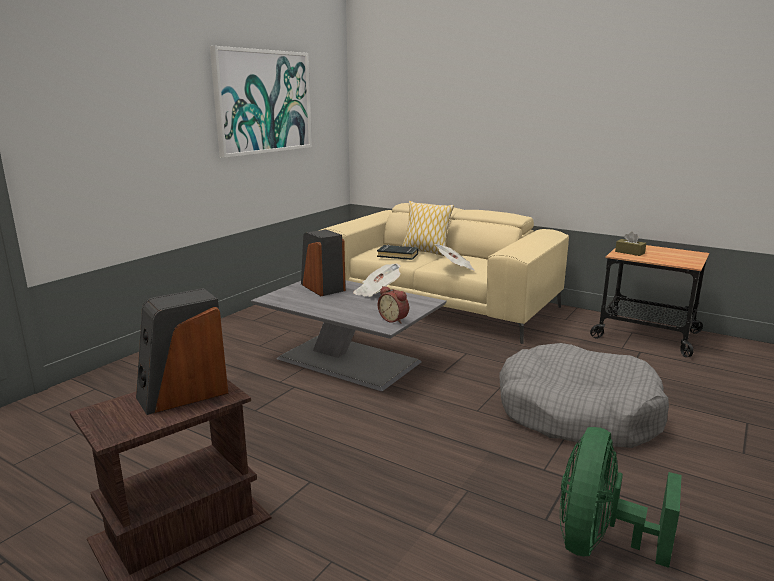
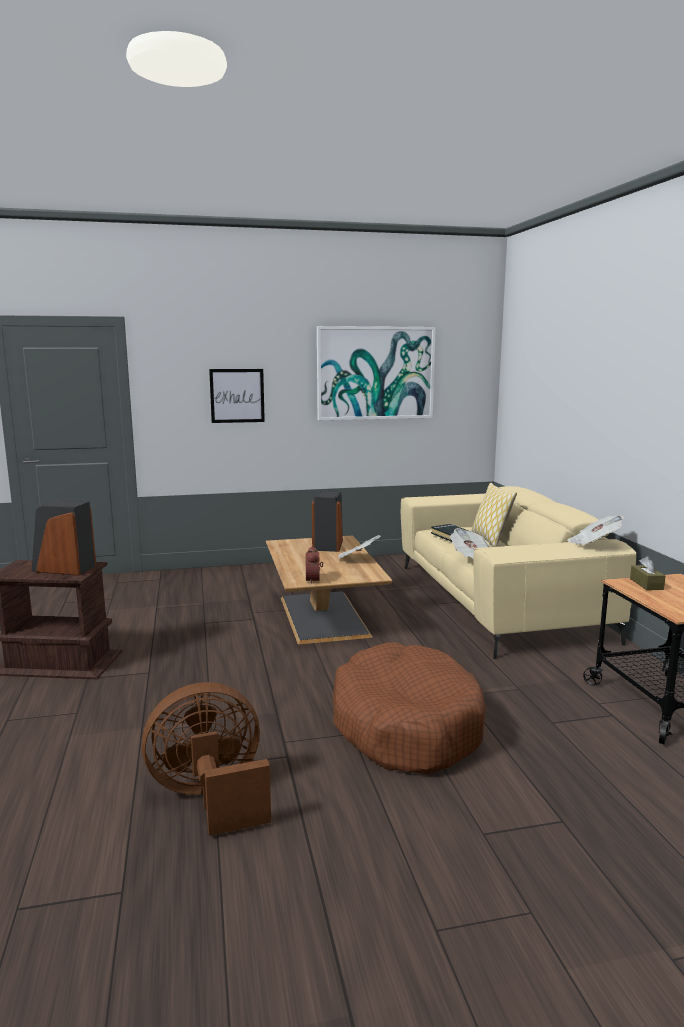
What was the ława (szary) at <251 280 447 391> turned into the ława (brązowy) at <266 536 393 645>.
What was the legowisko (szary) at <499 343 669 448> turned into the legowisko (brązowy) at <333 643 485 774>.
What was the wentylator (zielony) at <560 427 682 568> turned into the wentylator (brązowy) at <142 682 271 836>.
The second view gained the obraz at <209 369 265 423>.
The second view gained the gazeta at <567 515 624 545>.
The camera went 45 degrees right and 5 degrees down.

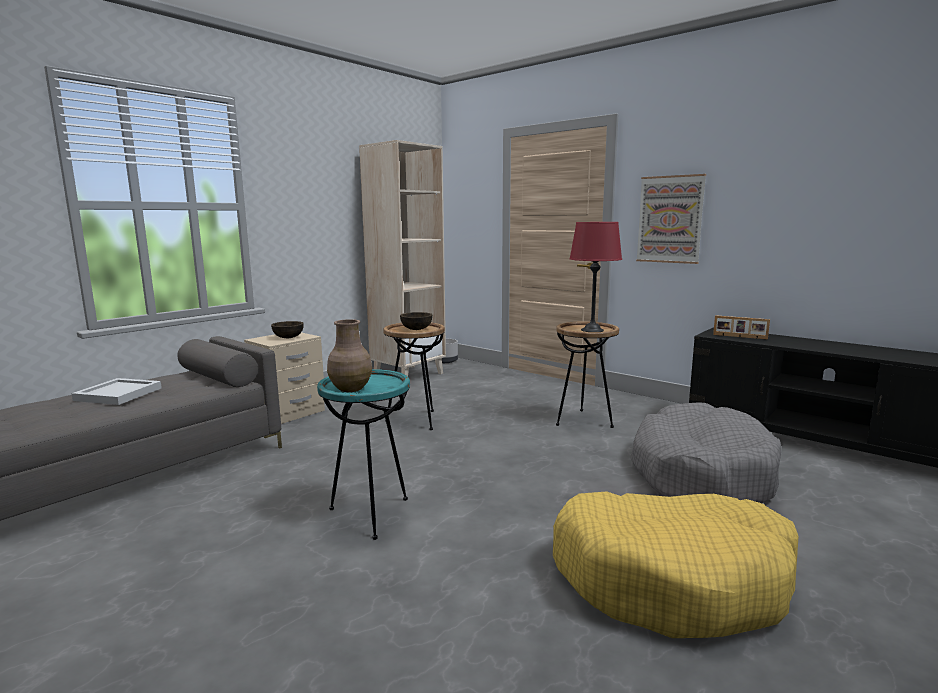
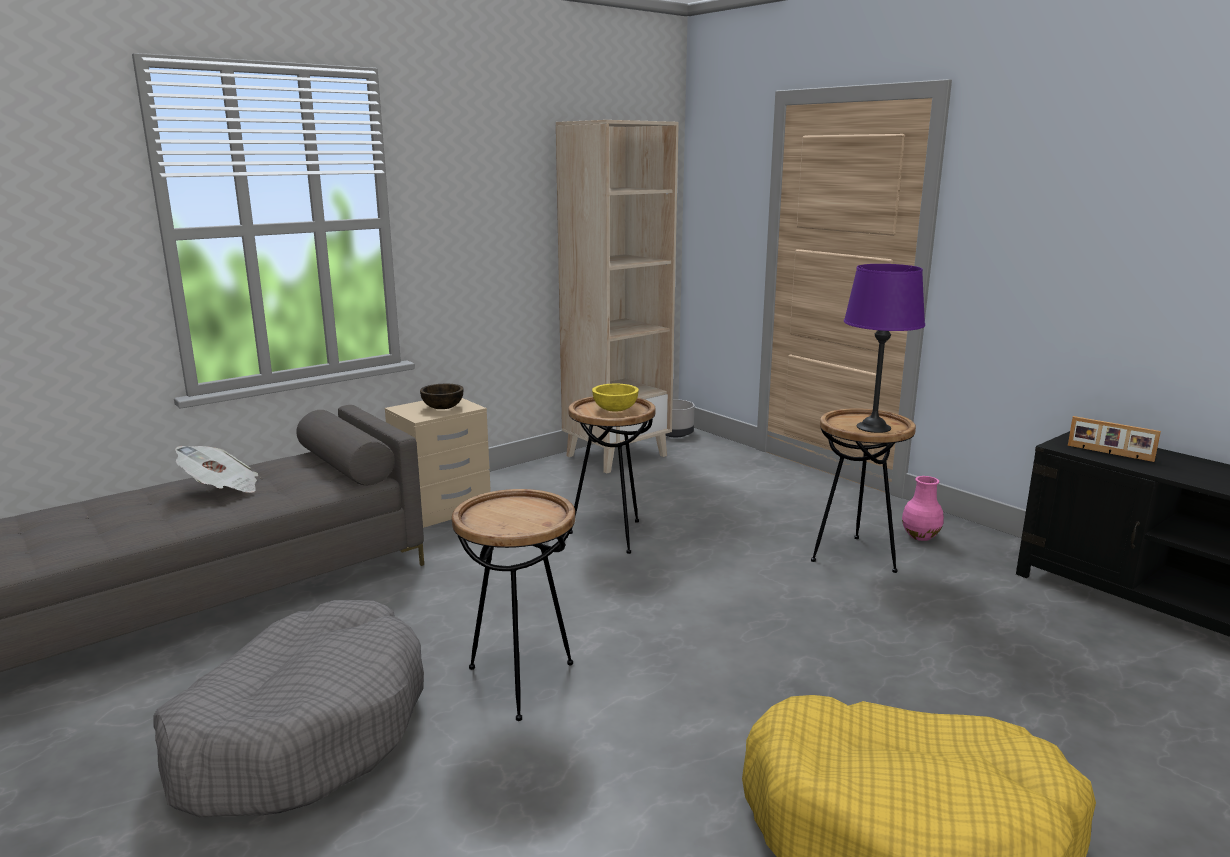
Where the taca (biały) stood at <71 378 162 405>, the gazeta came to stand at <175 446 258 493>.
What was the stolik (turkusowy) at <317 369 410 540> turned into the stolik (brązowy) at <452 489 575 721>.
The second view lost the wazon (brązowy) at <327 319 372 392>.
What was the miska (brązowy) at <400 312 432 330> turned into the miska (żółty) at <592 384 639 411>.
What was the lampa stołowa (czerwony) at <569 222 622 332> turned into the lampa stołowa (fioletowy) at <844 264 925 433>.
The legowisko (szary) ended up elsewhere, having gone from <630 402 781 503> to <153 600 424 818>.
The second view lost the obraz at <636 174 706 264>.
The second view gained the wazon (różowy) at <902 476 944 541>.
The camera went 10 degrees right and 5 degrees up.

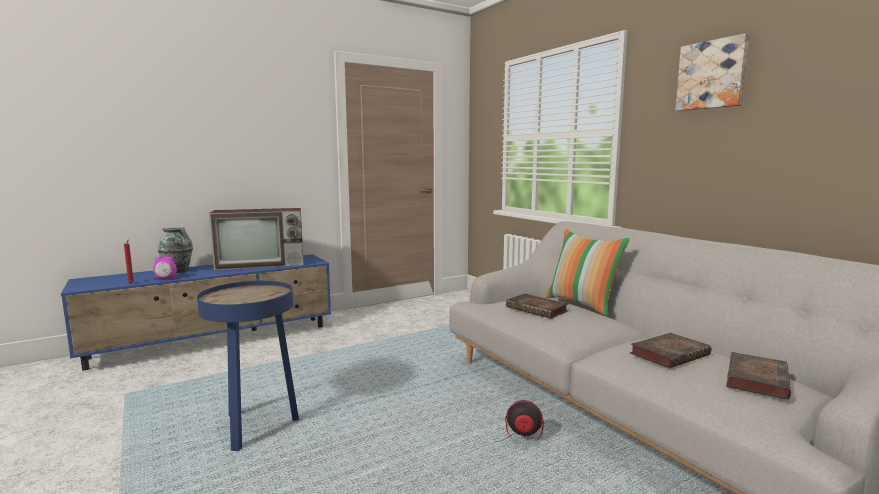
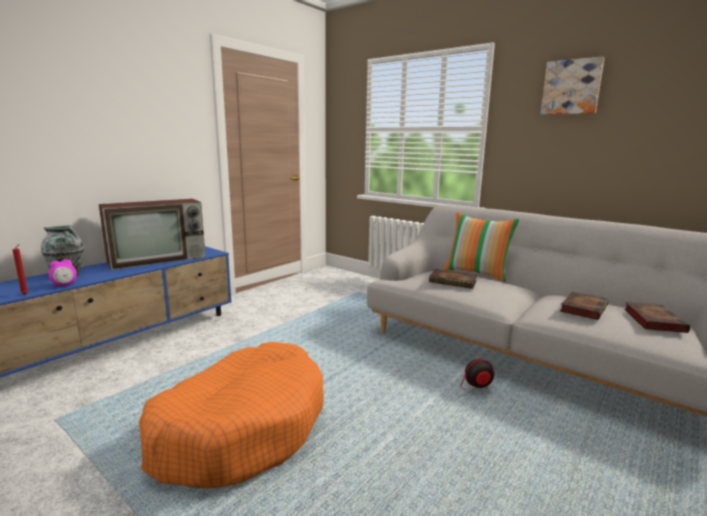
Where the stolik (niebieski) stood at <197 281 299 451>, the legowisko (pomarańczowy) came to stand at <139 342 324 488>.
The camera went 20 degrees left and 5 degrees up.

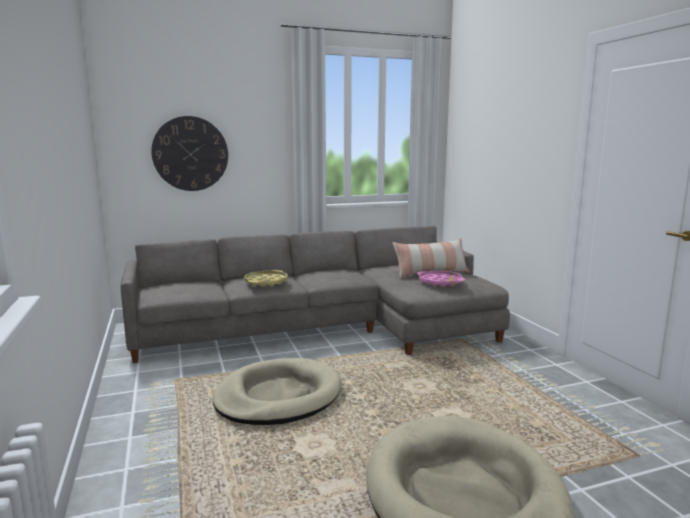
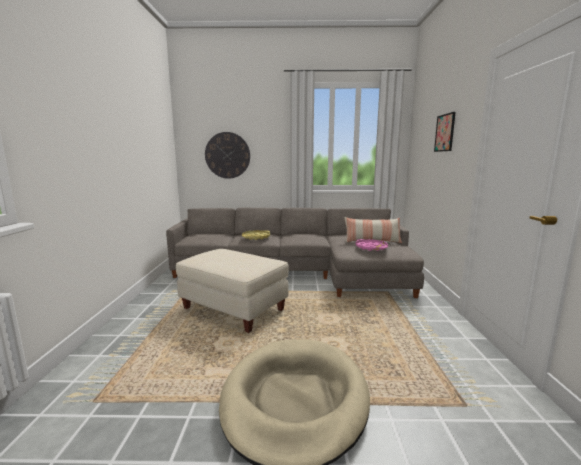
Where the legowisko (beżowy) stood at <212 358 341 425>, the pufa (beżowy) came to stand at <176 249 289 333>.
The second view gained the obraz at <434 112 456 152>.
The camera went 20 degrees right and 0 degrees up.

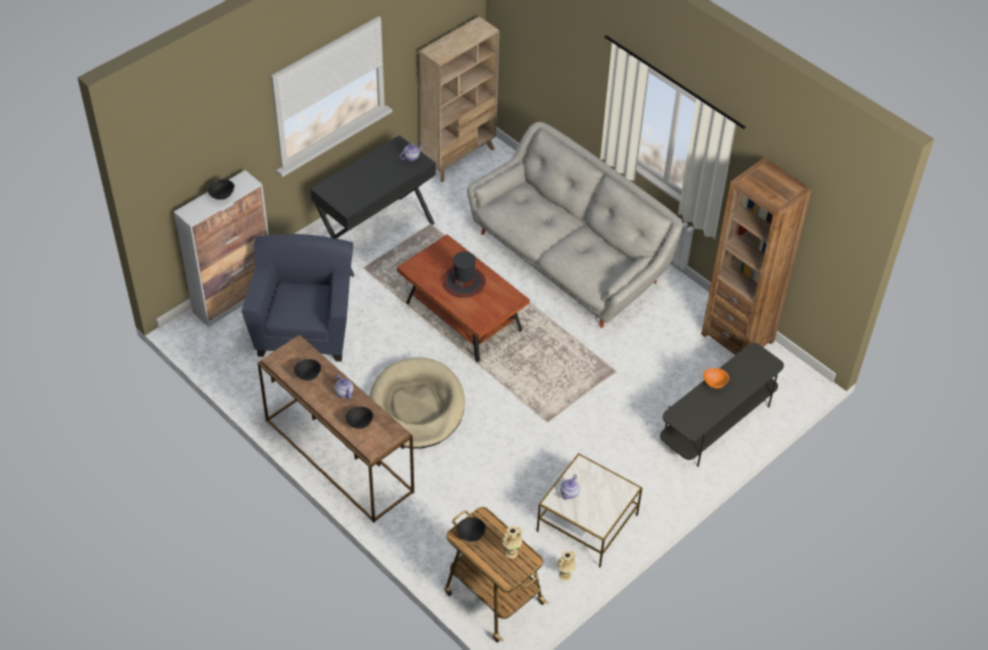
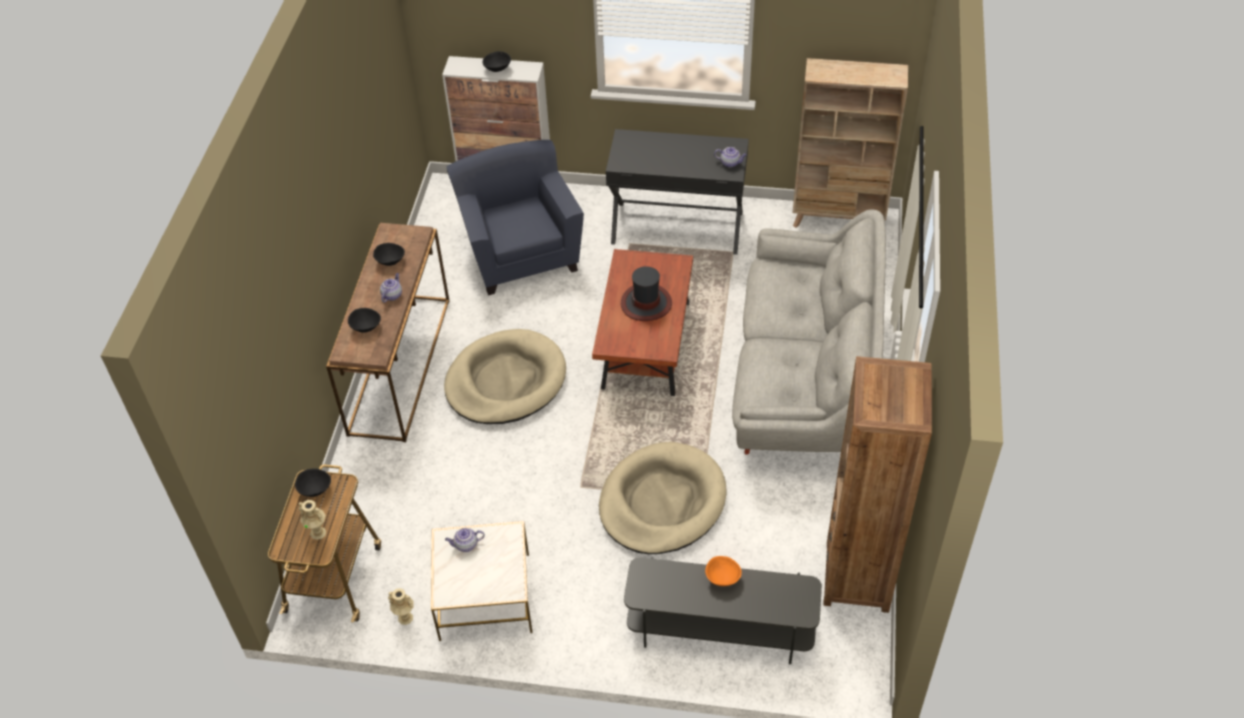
The fotel (niebieski) at <242 234 353 362> ended up facing another way, 75 degrees counterclockwise from before.
The second view gained the legowisko (beżowy) at <599 442 726 554>.
The camera went 55 degrees right and 0 degrees up.

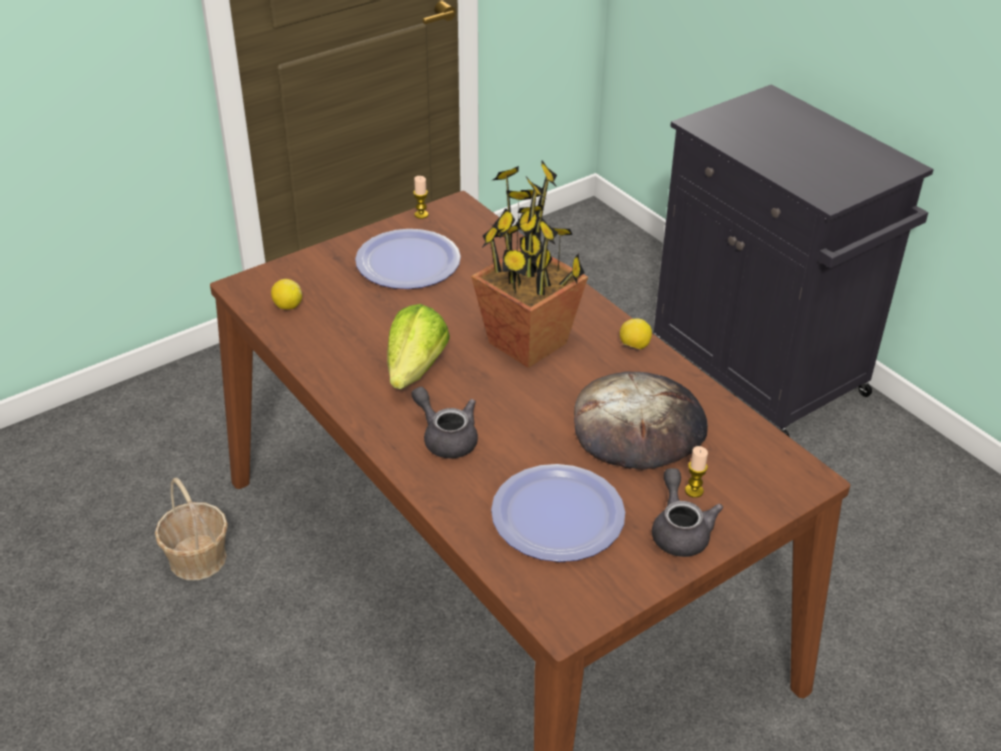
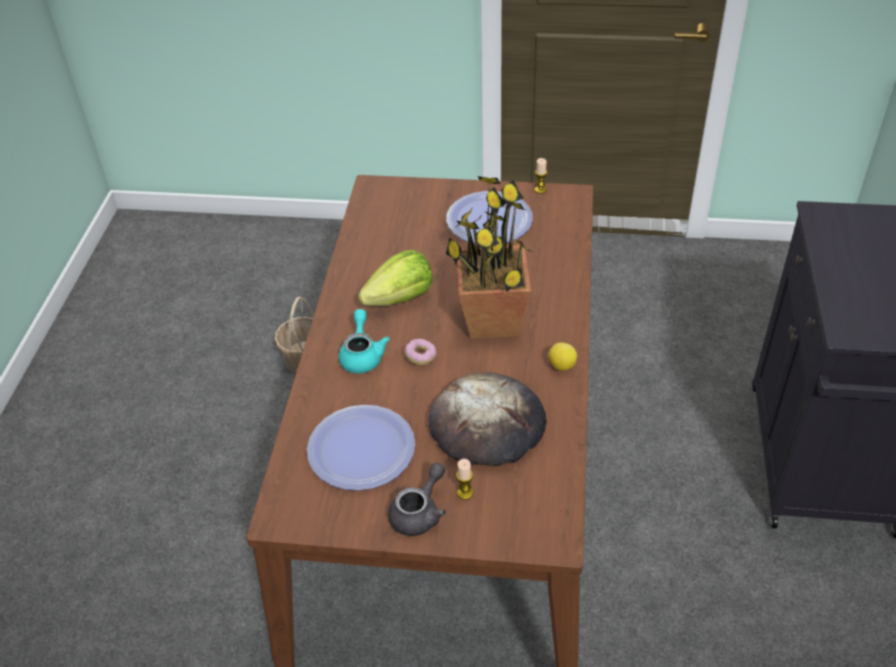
The second view lost the cytryna at <271 279 302 310>.
What was the imbryk (szary) at <411 387 478 459> turned into the imbryk (turkusowy) at <339 309 390 374>.
The second view gained the donut at <405 339 437 365>.
The camera went 45 degrees right and 5 degrees up.

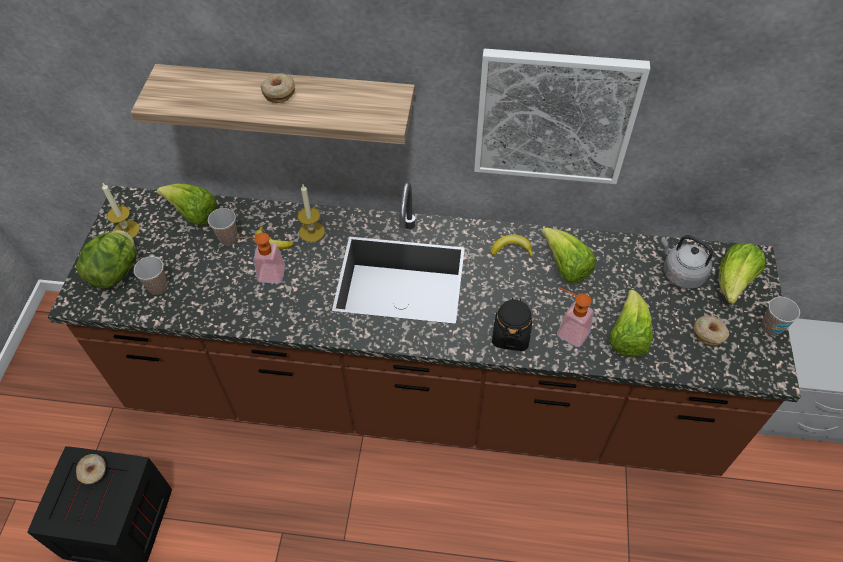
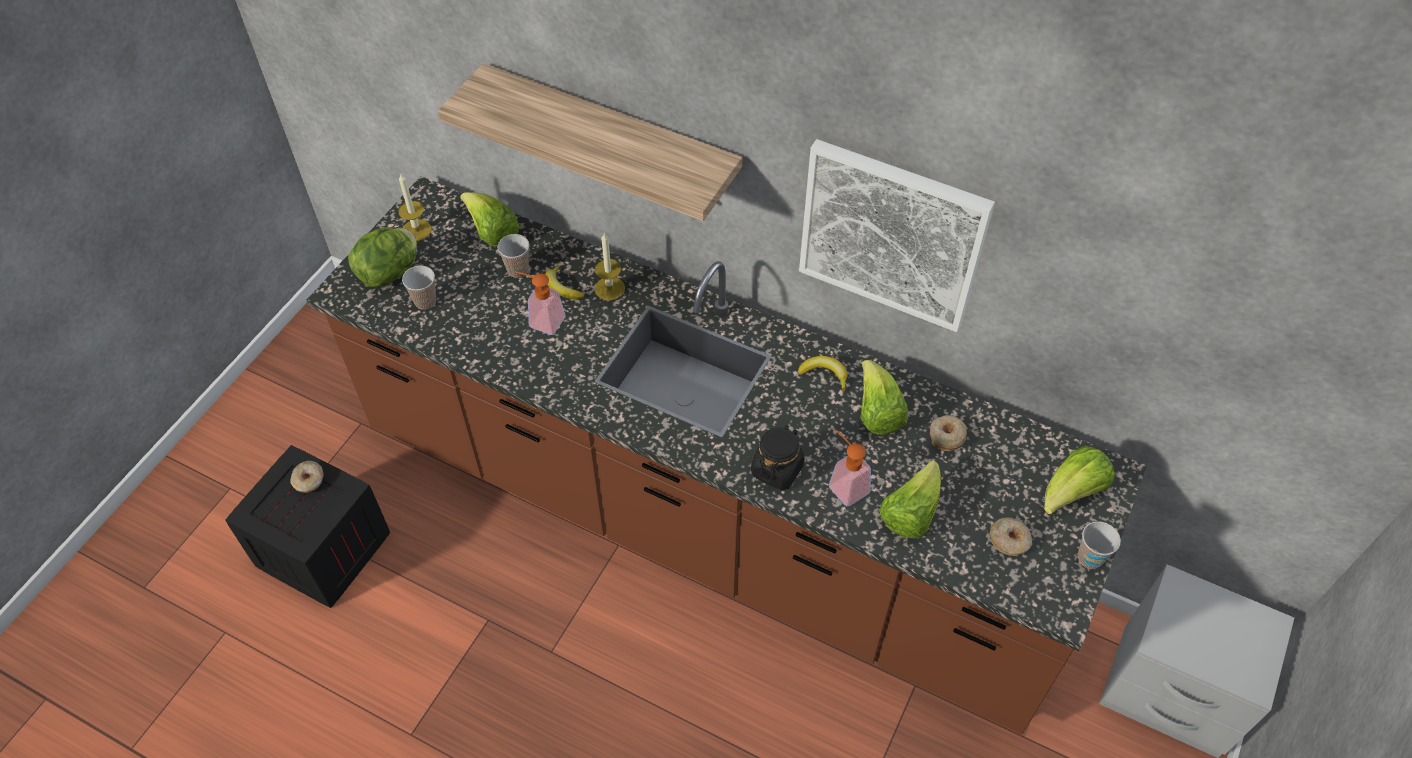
The donut ended up elsewhere, having gone from <261 73 295 103> to <930 415 967 451>.
The second view lost the czajnik (szary) at <661 235 713 289>.
The camera went 20 degrees right and 0 degrees up.

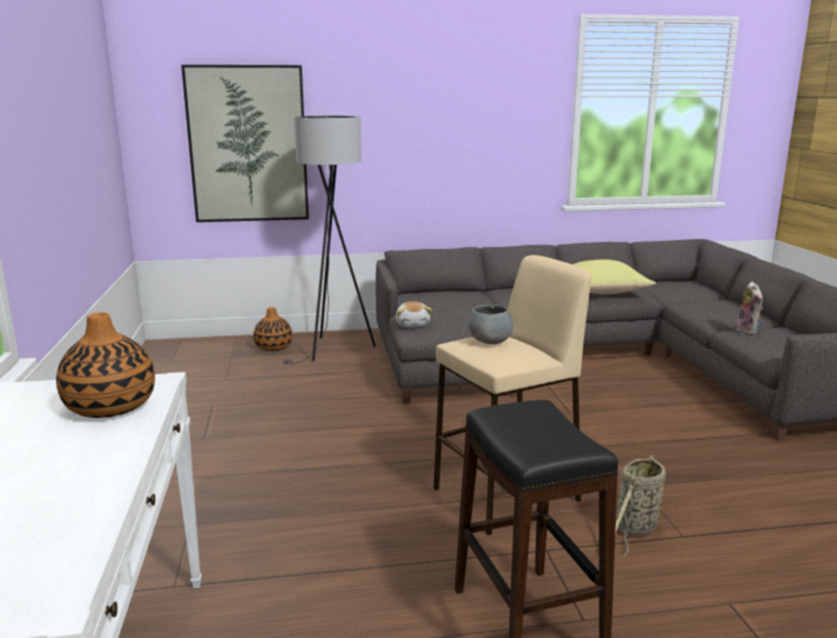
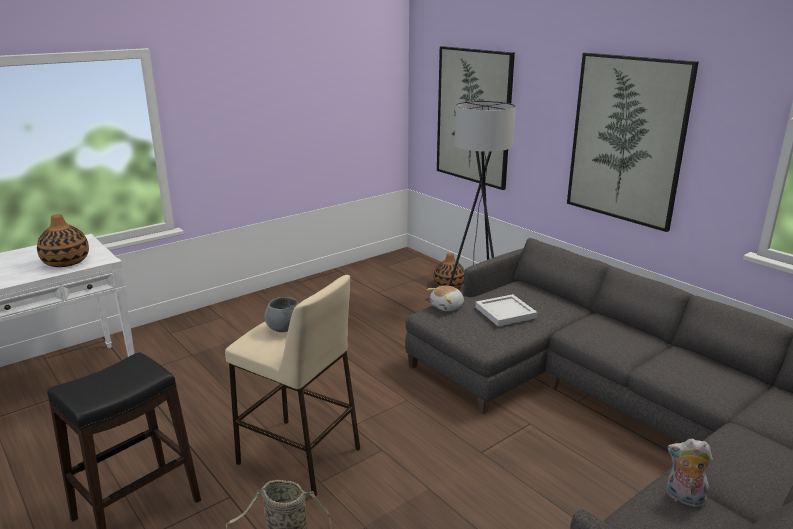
The second view lost the poduszka (żółty) at <573 259 656 294>.
The pluszak at <736 282 763 335> ended up facing another way, 60 degrees clockwise from before.
The second view gained the taca (biały) at <475 294 538 326>.
The second view gained the obraz at <567 53 699 232>.
The camera went 60 degrees right and 5 degrees up.

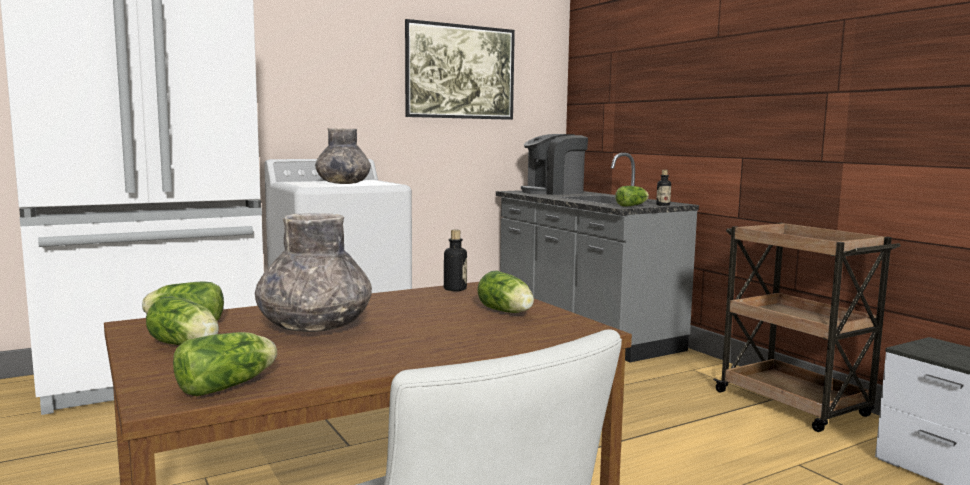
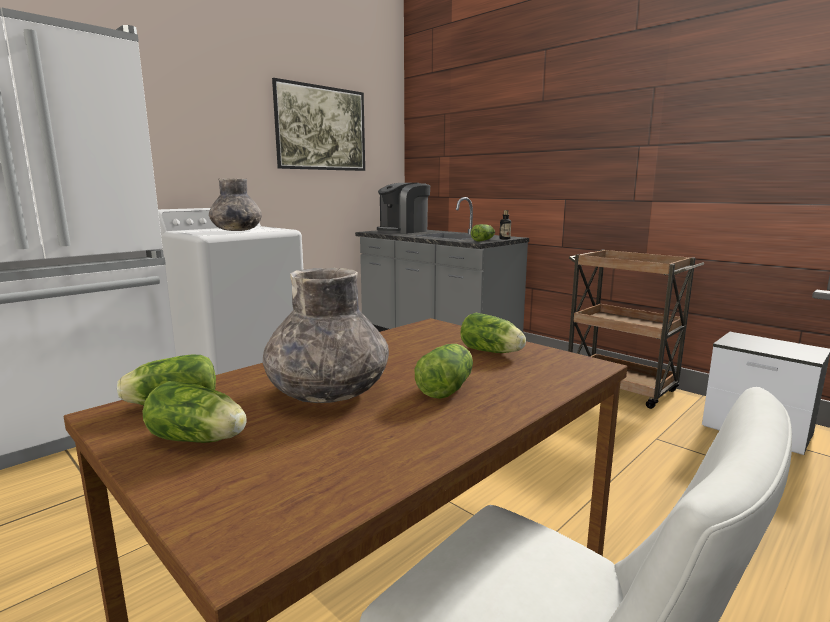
The sałata ended up elsewhere, having gone from <173 332 277 396> to <415 344 473 399>.
The second view lost the butelka at <444 230 467 291>.
The camera went 15 degrees left and 5 degrees up.

